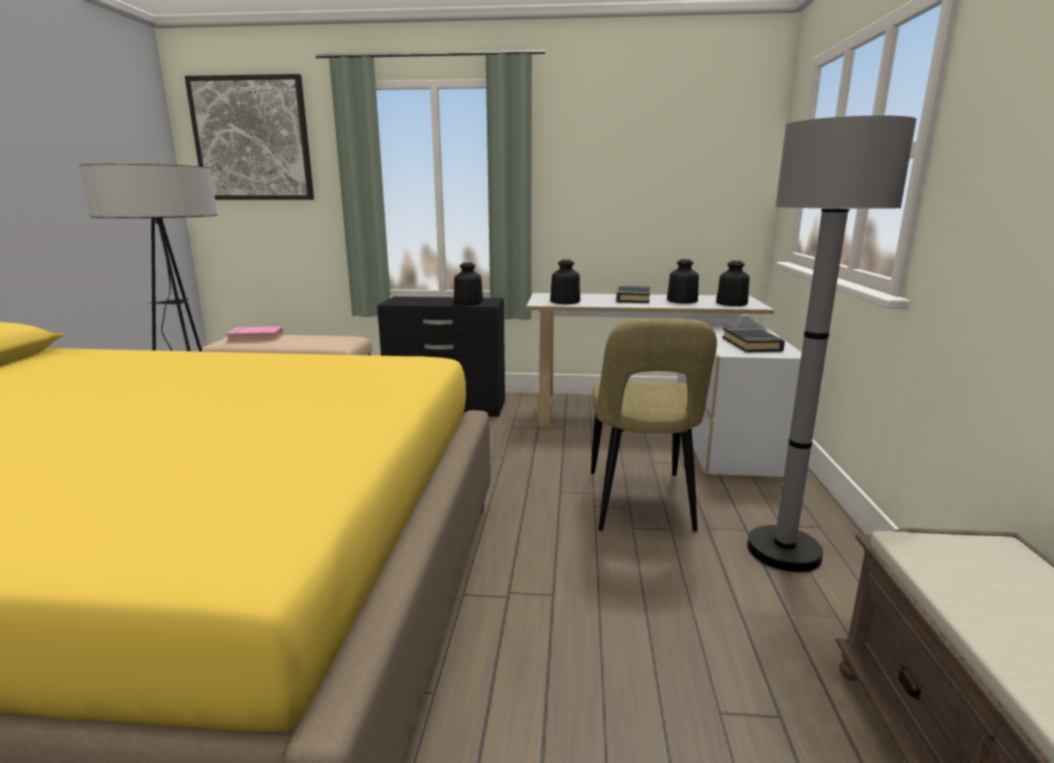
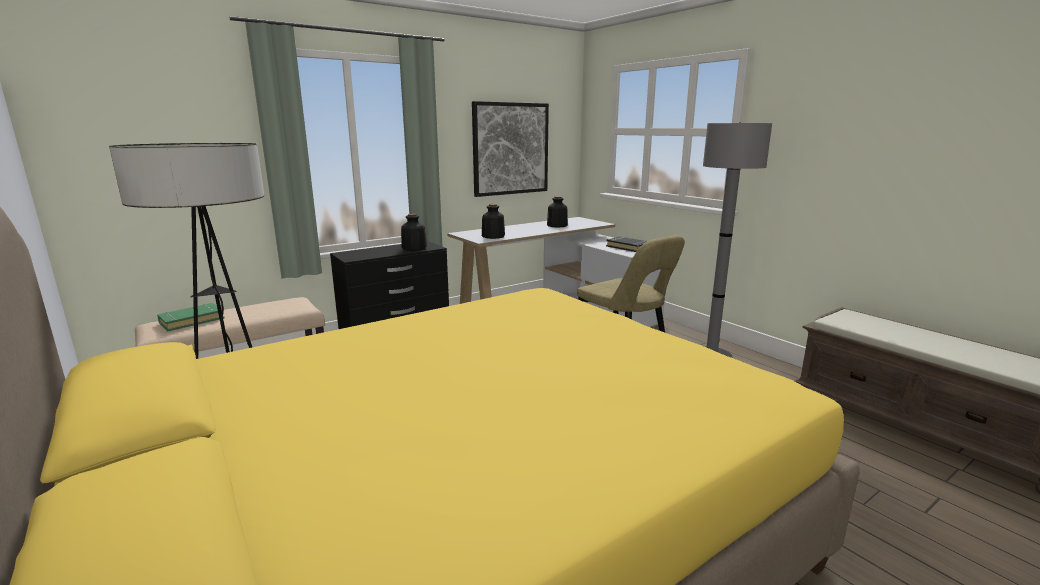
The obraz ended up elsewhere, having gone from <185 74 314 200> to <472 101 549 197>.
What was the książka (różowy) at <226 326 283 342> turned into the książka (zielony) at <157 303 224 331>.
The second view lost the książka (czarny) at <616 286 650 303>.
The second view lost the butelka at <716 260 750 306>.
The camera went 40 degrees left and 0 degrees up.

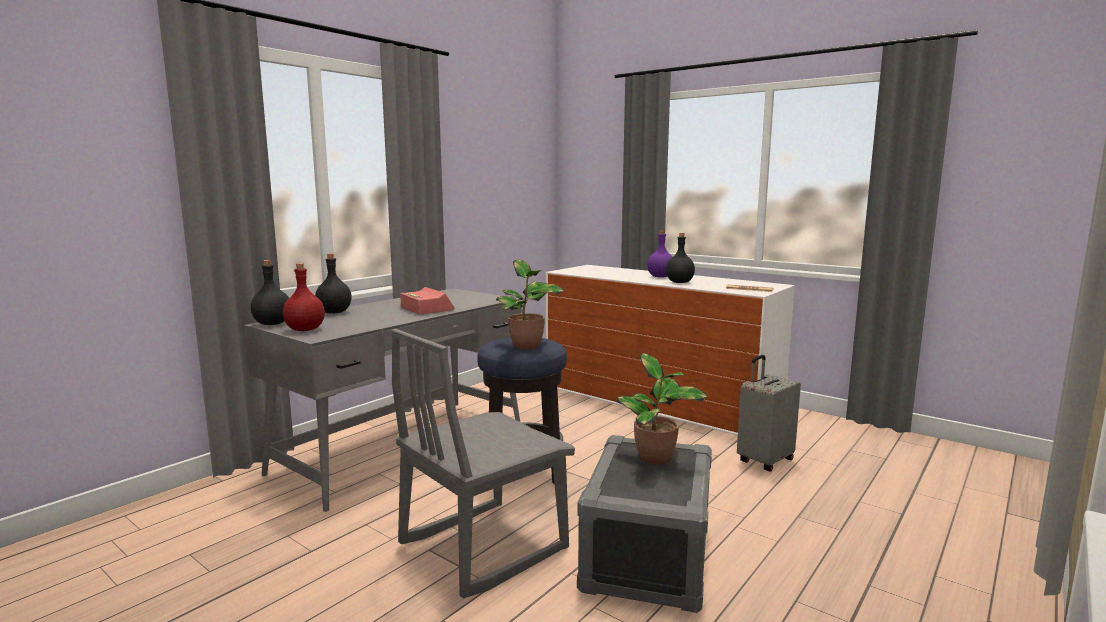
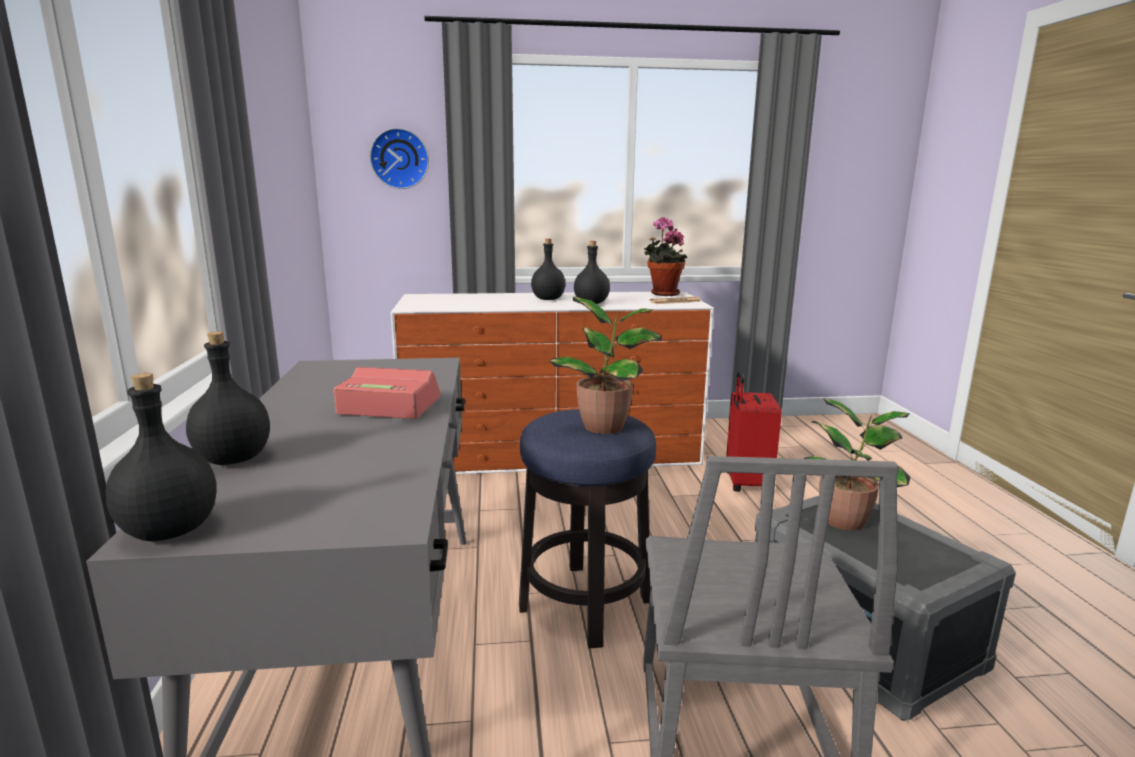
The second view lost the butelka (czerwony) at <283 263 325 331>.
What was the butelka (fioletowy) at <647 230 673 278> turned into the butelka (czarny) at <531 239 565 300>.
What was the walizka (szary) at <737 355 801 472> turned into the walizka (czerwony) at <726 372 782 492>.
The second view gained the zegar ścienny at <370 128 429 189>.
The second view gained the roślina doniczkowa at <644 217 687 296>.
The camera went 45 degrees left and 5 degrees up.

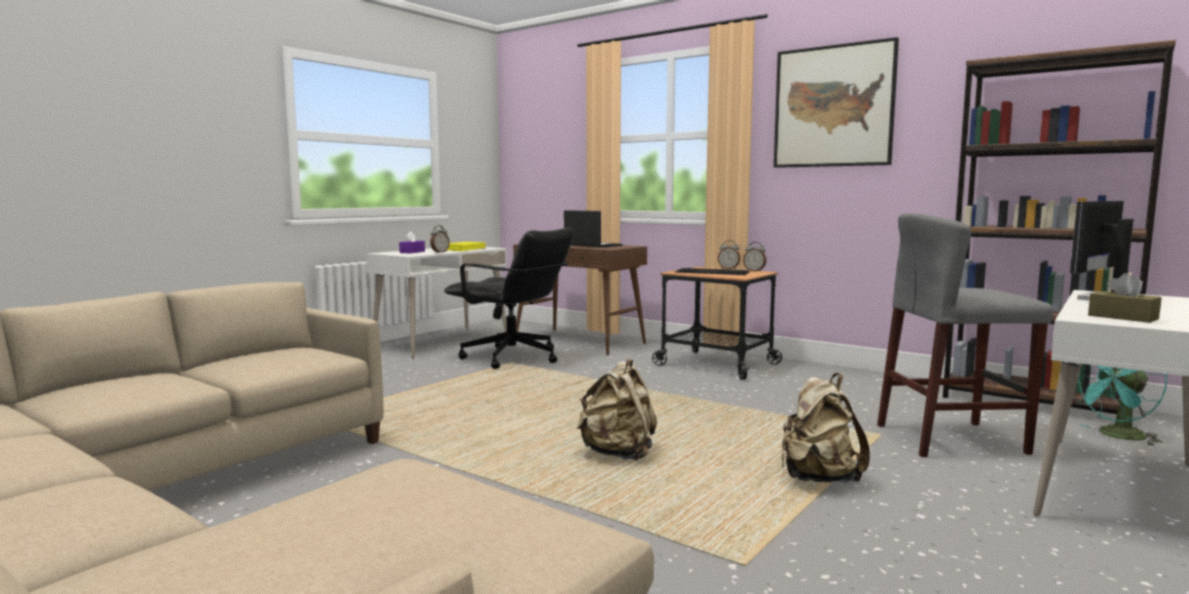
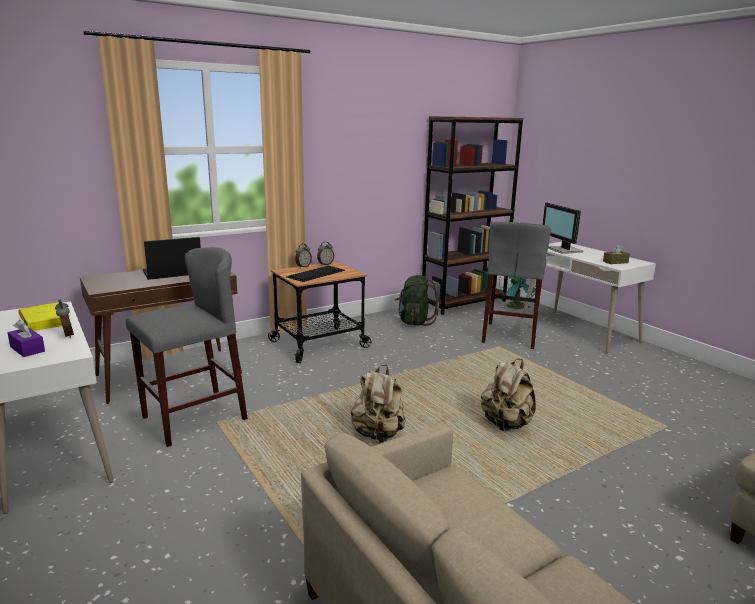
Where the krzesło biurowe (czarny) stood at <444 228 574 369>, the stołek (szary) came to stand at <126 247 248 447>.
The second view lost the obraz at <774 37 899 168>.
The plecak (beżowy) ended up elsewhere, having gone from <781 373 870 483> to <351 364 406 443>.
The second view gained the plecak (zielony) at <395 275 439 326>.
The camera went 70 degrees left and 10 degrees up.

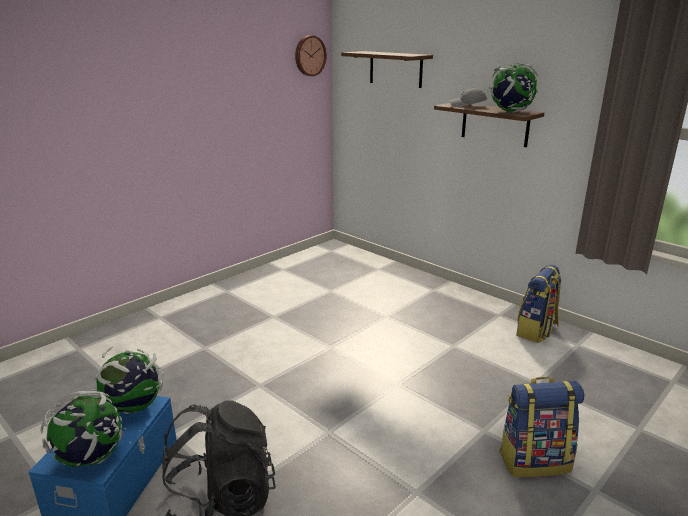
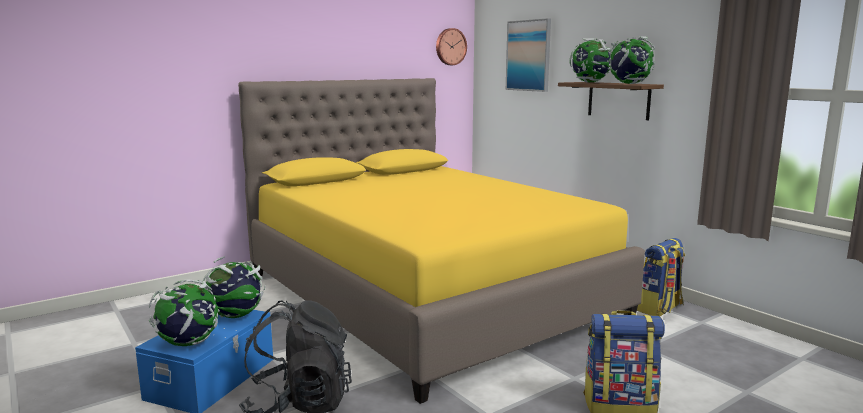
Where the półka (brązowy) hung at <341 51 433 88>, the obraz came to hang at <506 18 551 92>.
Where the czapka z daszkiem (szary) stood at <449 88 487 107>, the globus came to stand at <570 38 611 83>.
The second view gained the łóżko (żółty) at <238 78 645 404>.
The camera went 10 degrees right and 10 degrees down.

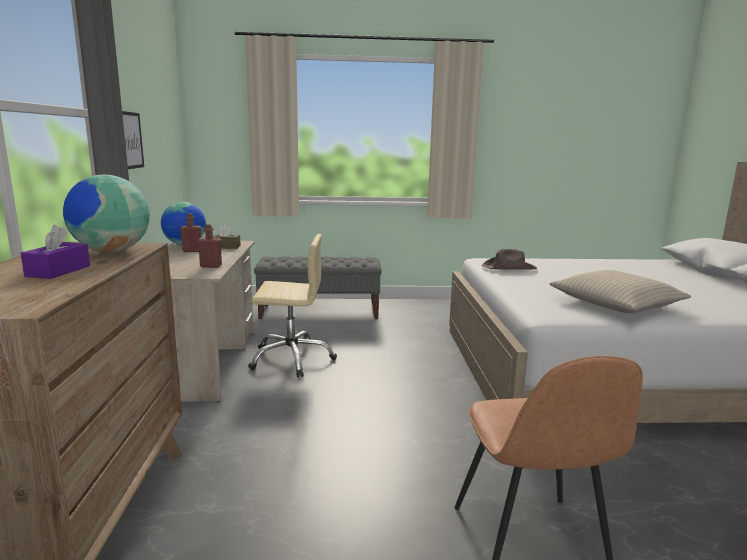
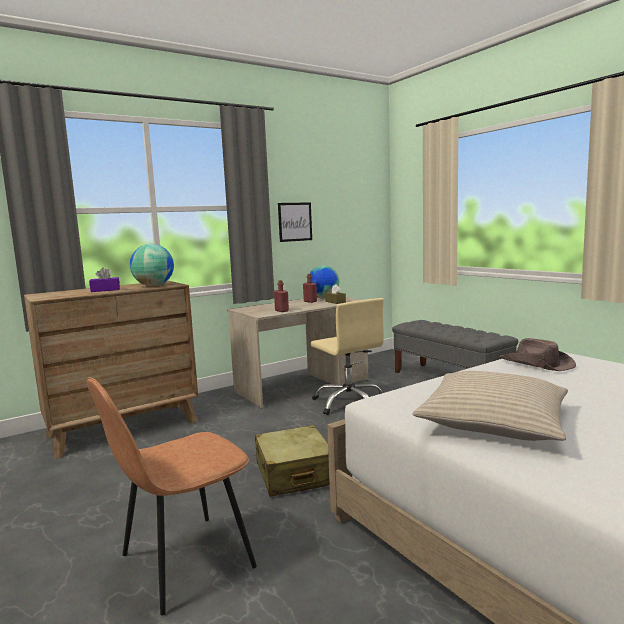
The second view gained the walizka (beżowy) at <255 425 329 497>.
The camera went 60 degrees right and 5 degrees down.

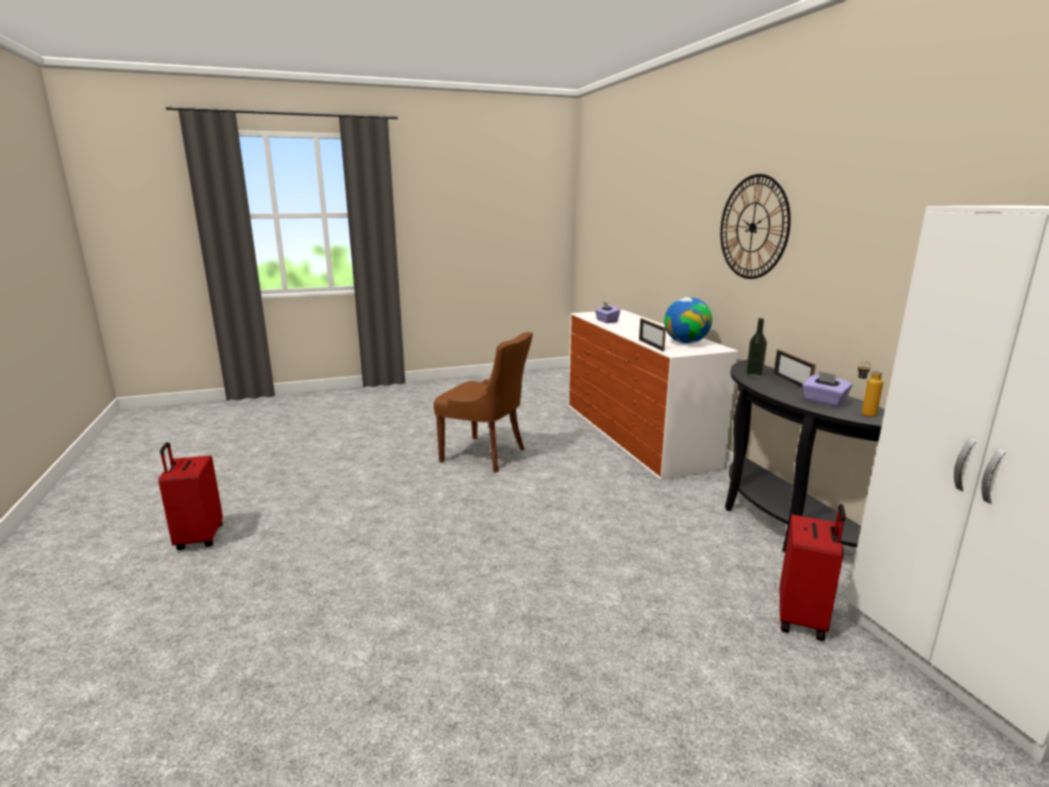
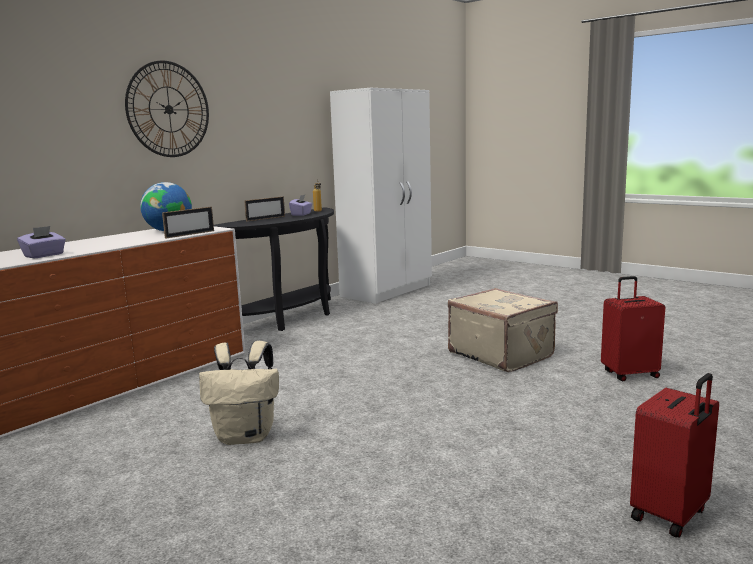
Where the krzesło (brązowy) stood at <434 332 533 472>, the plecak (beżowy) came to stand at <199 341 279 445>.
The second view lost the butelka at <746 318 767 379>.
The walizka (czerwony) ended up elsewhere, having gone from <780 504 845 641> to <601 276 665 381>.
The second view gained the walizka (beżowy) at <448 288 558 372>.
The camera went 120 degrees left and 5 degrees down.

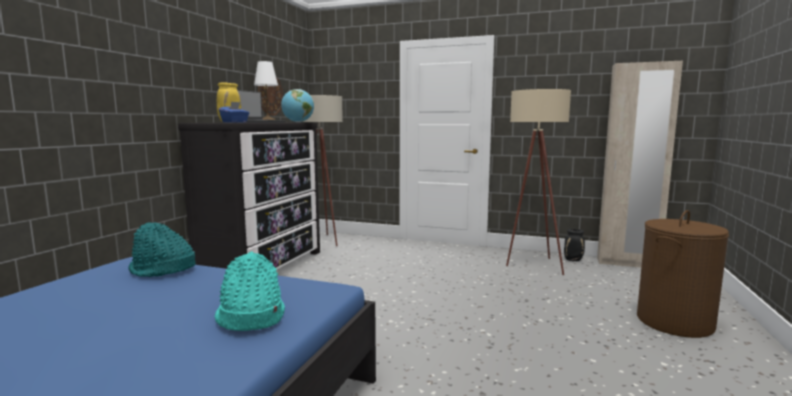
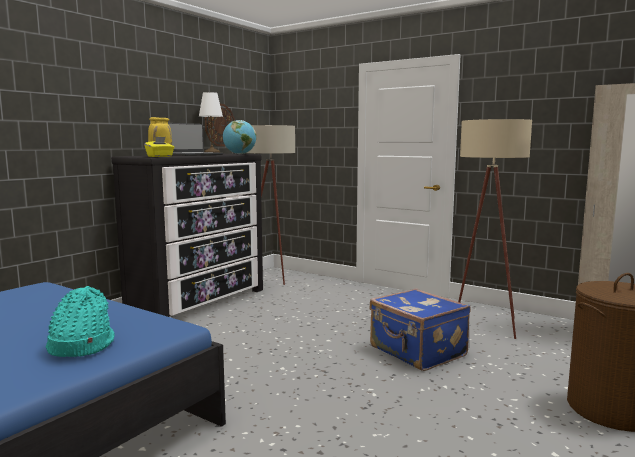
The second view lost the kapelusz (turkusowy) at <129 222 196 277>.
What was the pudełko chusteczek (niebieski) at <219 101 249 122> turned into the pudełko chusteczek (żółty) at <144 137 174 157>.
The second view lost the wazon (czarny) at <564 229 585 261>.
The second view gained the walizka (niebieski) at <370 288 471 371>.
The camera went 15 degrees right and 0 degrees up.

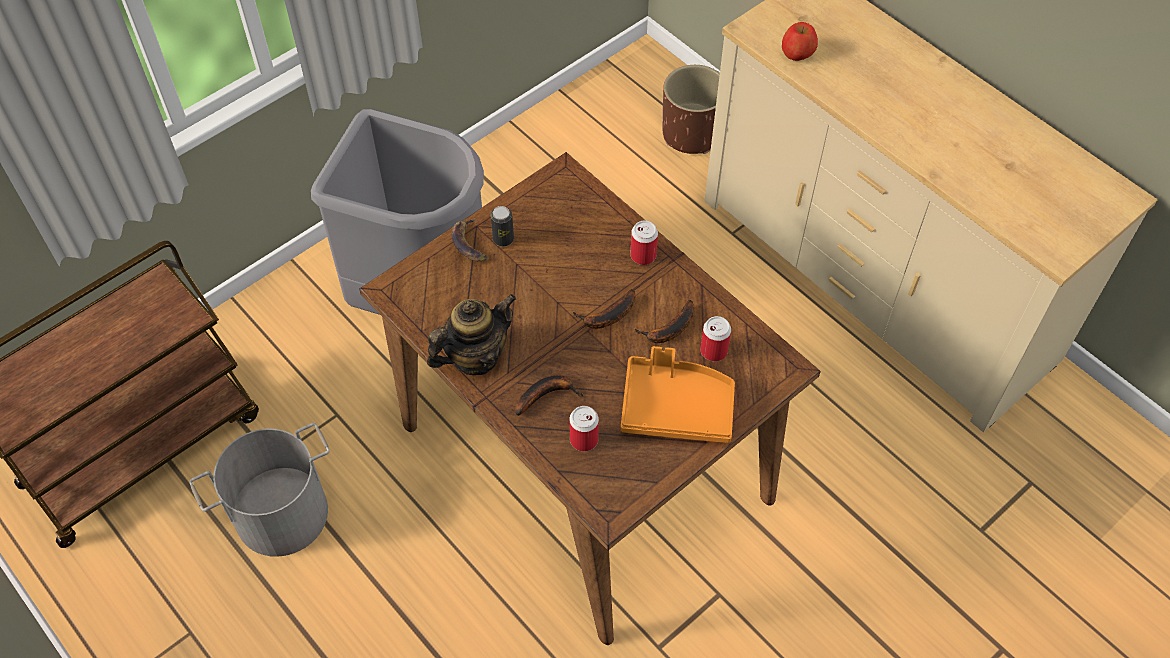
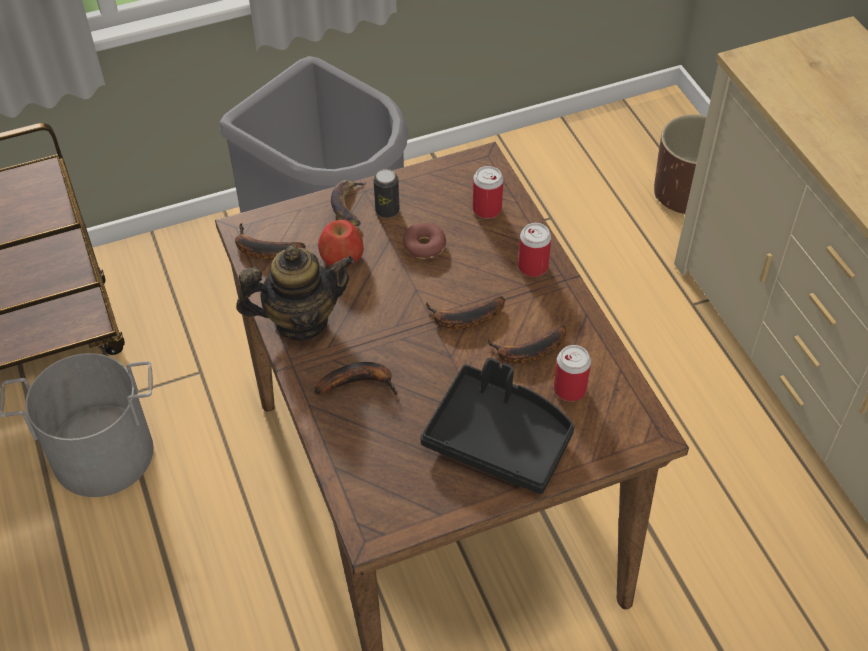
The puszka ended up elsewhere, having gone from <569 406 599 451> to <473 166 504 219>.
What was the taca (pomarańczowy) at <621 346 735 443> turned into the taca (czarny) at <420 358 575 494>.
The jabłko ended up elsewhere, having gone from <782 22 818 61> to <318 220 364 266>.
The second view gained the banan at <235 223 306 260>.
The second view gained the donut at <403 223 446 260>.
The camera went 20 degrees right and 5 degrees down.

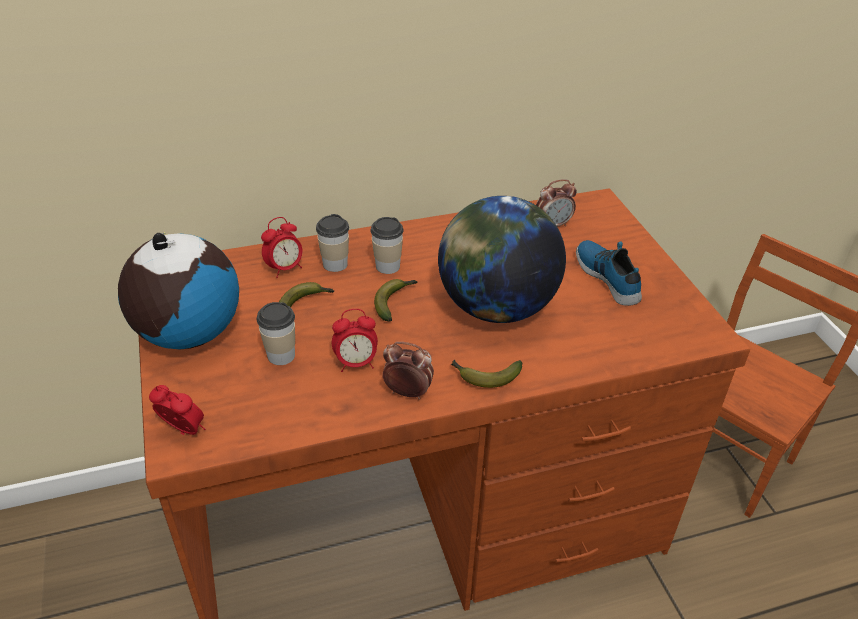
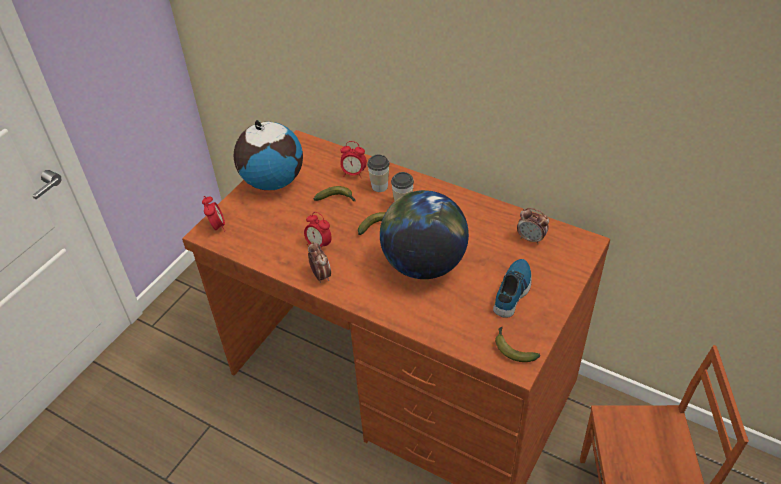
The second view lost the filiżanka at <257 302 295 365>.
The banan ended up elsewhere, having gone from <451 360 522 388> to <495 327 540 362>.
The camera went 50 degrees right and 5 degrees up.

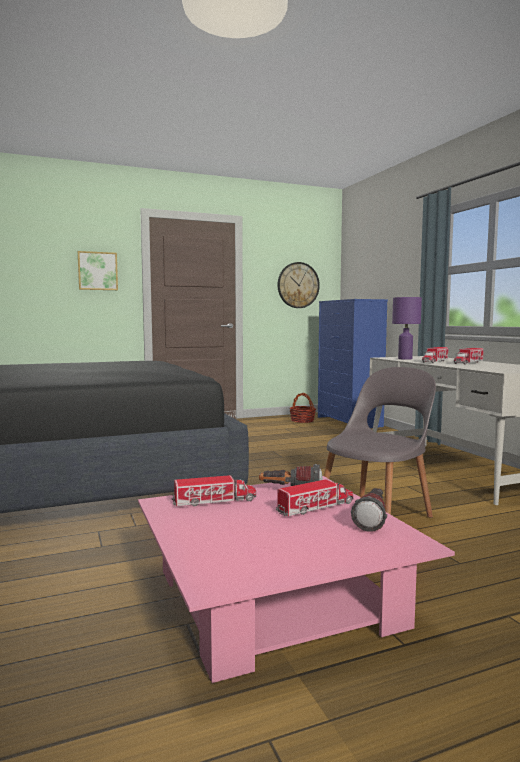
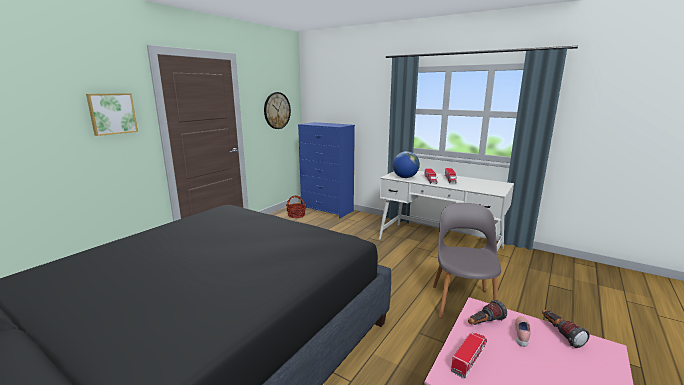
Where the ciężarówka zabawkowa stood at <276 479 353 516>, the but (różowy) came to stand at <515 316 531 347>.
Where the lampa stołowa (fioletowy) stood at <392 297 422 360>, the globus came to stand at <392 151 420 178>.
The camera went 35 degrees left and 10 degrees up.

